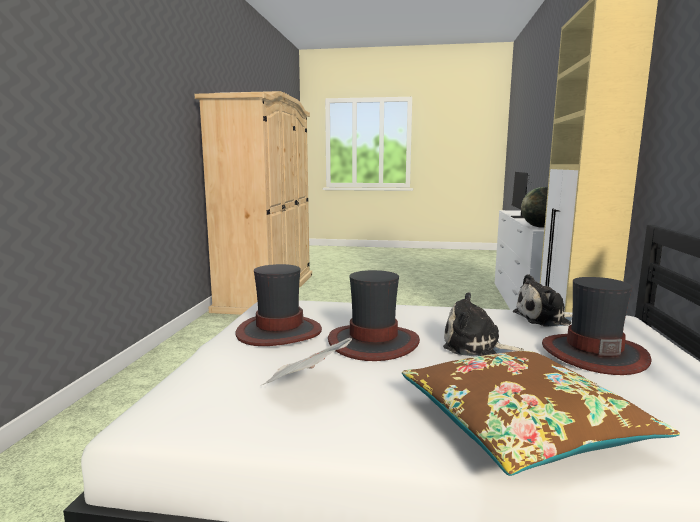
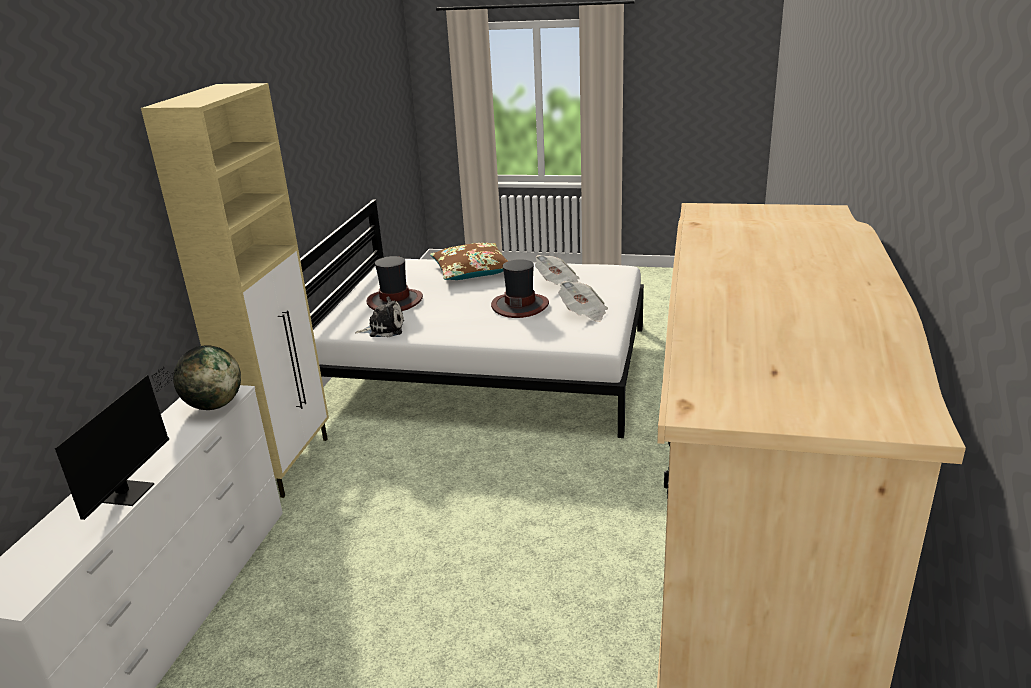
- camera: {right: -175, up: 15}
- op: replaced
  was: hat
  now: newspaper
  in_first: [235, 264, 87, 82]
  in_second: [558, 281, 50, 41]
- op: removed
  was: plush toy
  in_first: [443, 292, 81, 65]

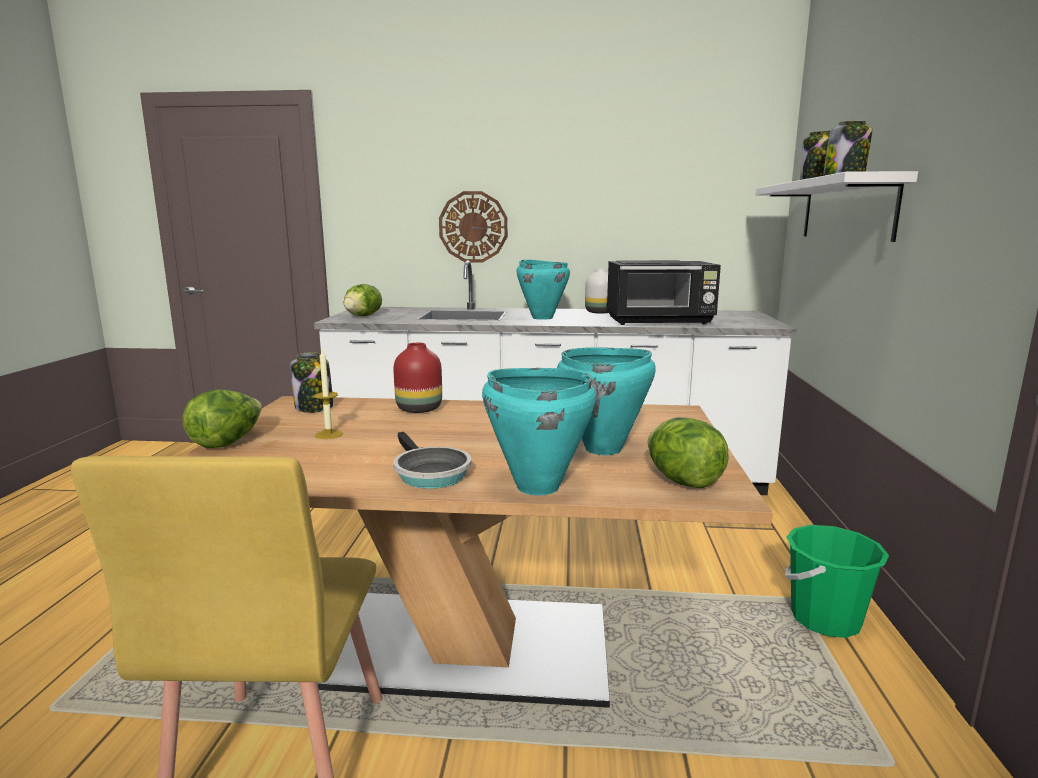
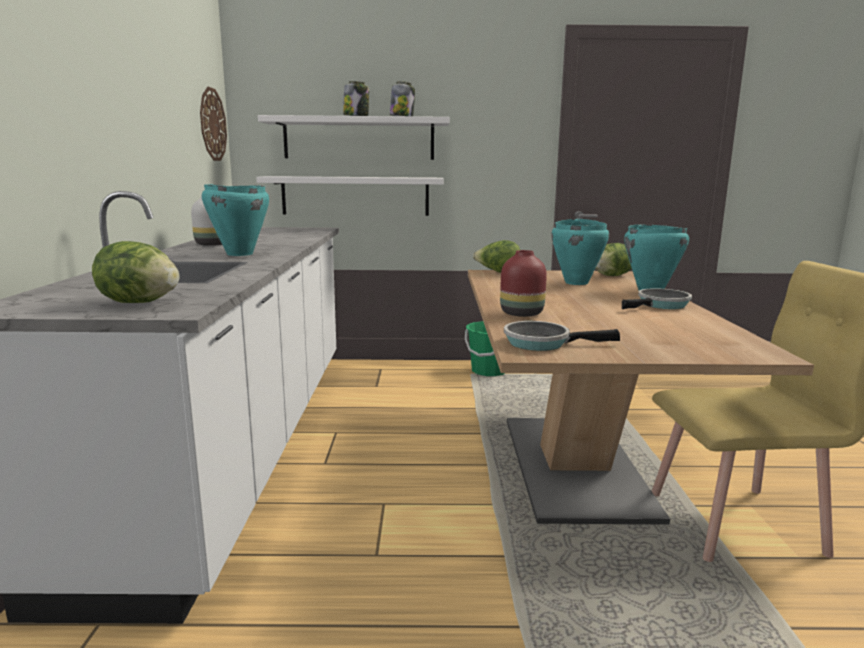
- camera: {right: -95, up: 0}
- op: moved
  was: wall clock
  in_first: [439, 191, 69, 72]
  in_second: [200, 87, 27, 74]
- op: added
  now: white shelf
  in_second: [256, 176, 188, 40]
- op: moved
  was: lettuce
  in_first: [182, 390, 80, 58]
  in_second: [473, 240, 47, 33]
- op: replaced
  was: jar
  now: frying pan
  in_first: [290, 352, 43, 61]
  in_second: [504, 321, 116, 30]
- op: removed
  was: candle
  in_first: [314, 350, 29, 89]
- op: removed
  was: black microwave
  in_first: [607, 260, 114, 65]

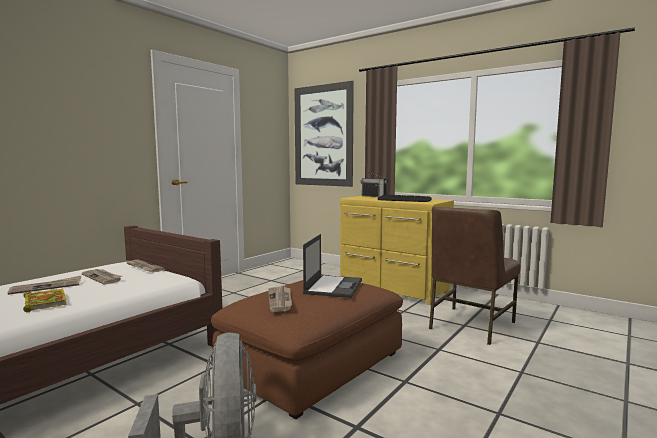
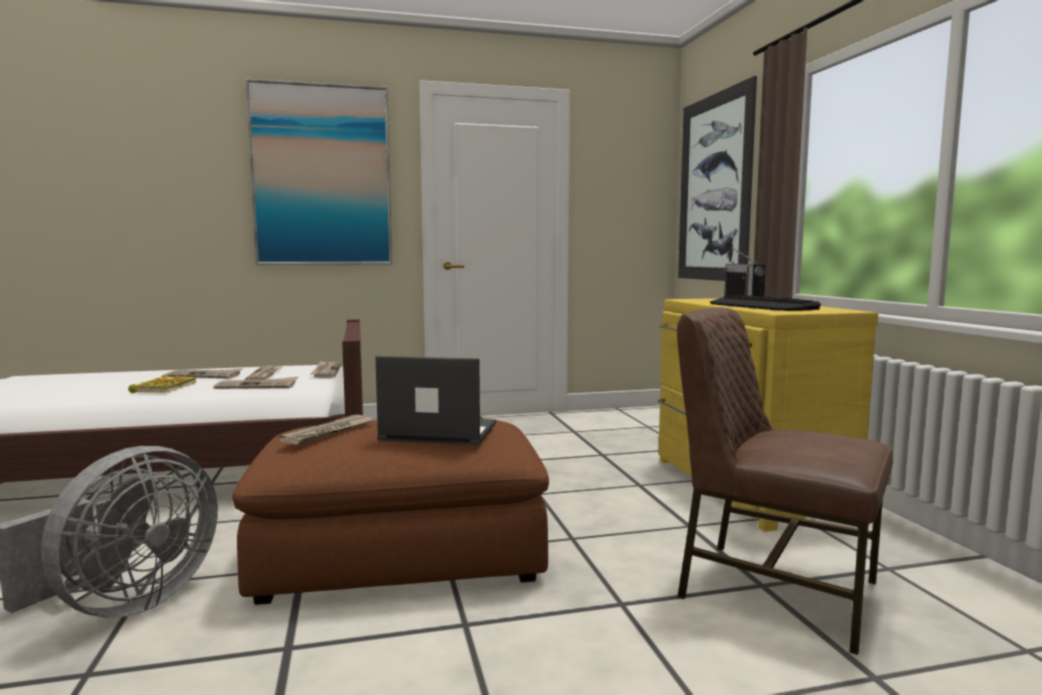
- camera: {right: 40, up: 0}
- op: added
  now: newspaper
  in_second: [213, 377, 85, 12]
- op: added
  now: picture
  in_second: [245, 79, 147, 186]
- op: turned
  was: laptop
  in_first: [303, 234, 59, 64]
  in_second: [375, 356, 121, 89]
  clockwise: -135
- op: turned
  was: brown chair
  in_first: [429, 206, 92, 139]
  in_second: [677, 307, 216, 348]
  clockwise: 45

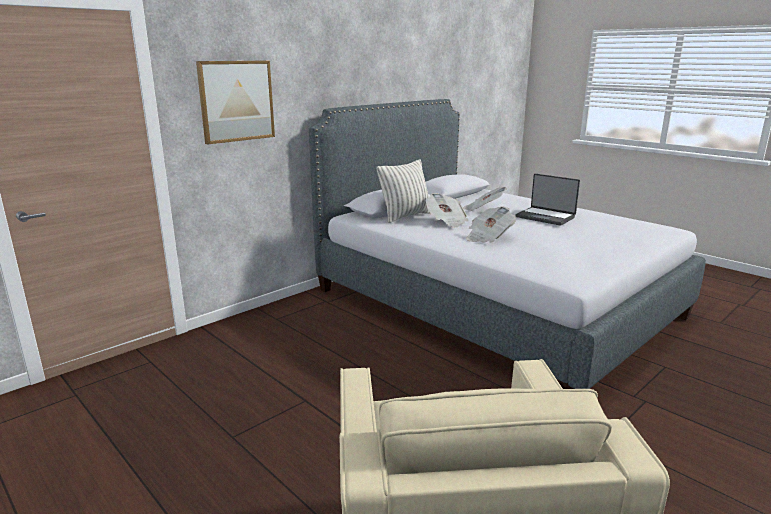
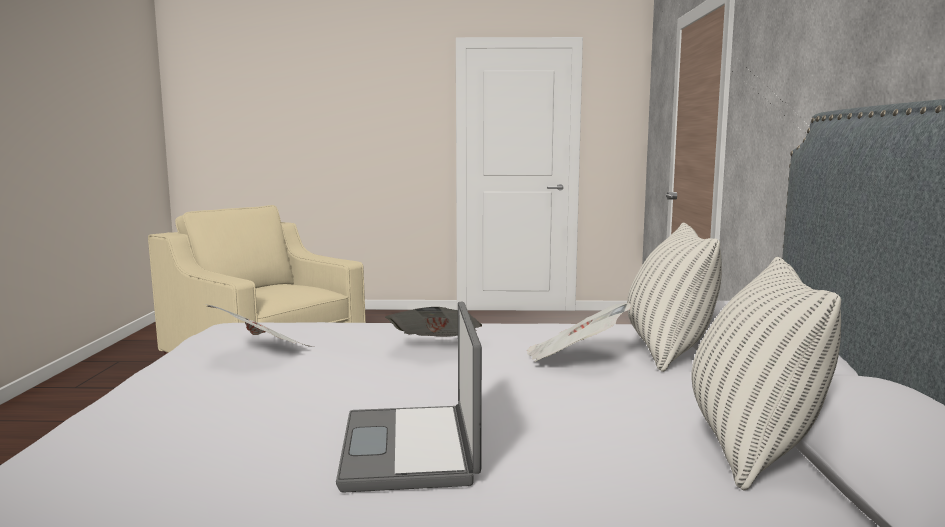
- camera: {right: 135, up: -10}
- op: moved
  was: newspaper
  in_first: [463, 187, 44, 24]
  in_second: [204, 304, 110, 43]
- op: turned
  was: laptop
  in_first: [516, 174, 64, 52]
  in_second: [336, 302, 146, 190]
  clockwise: -90
- op: added
  now: pillow
  in_second: [692, 257, 149, 234]
- op: removed
  was: picture
  in_first: [196, 61, 79, 83]

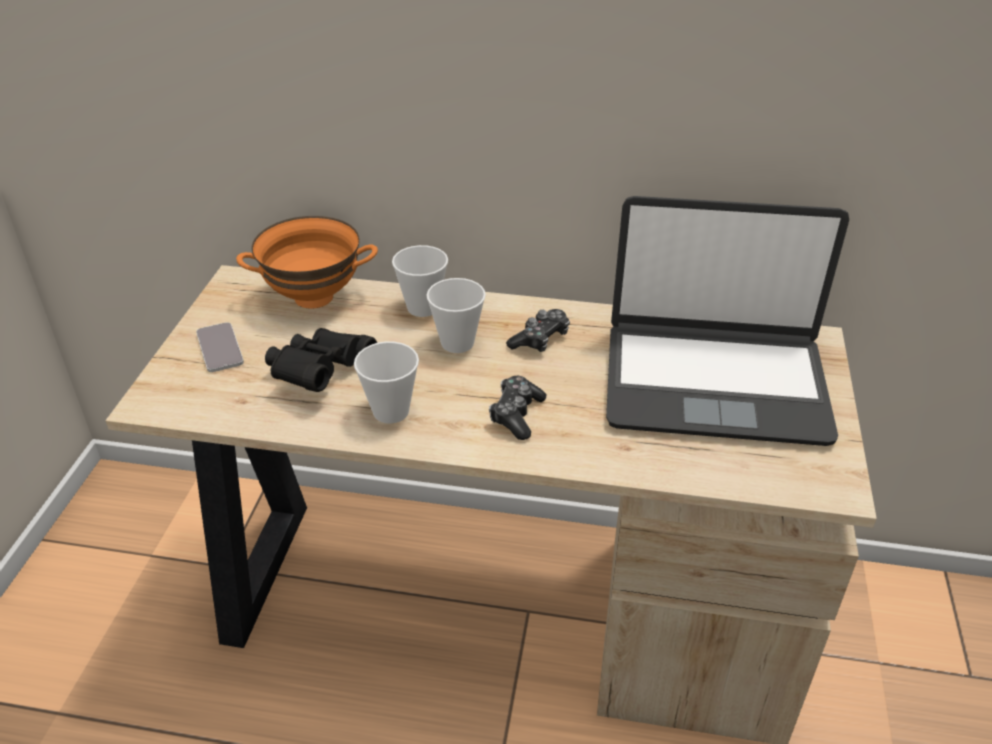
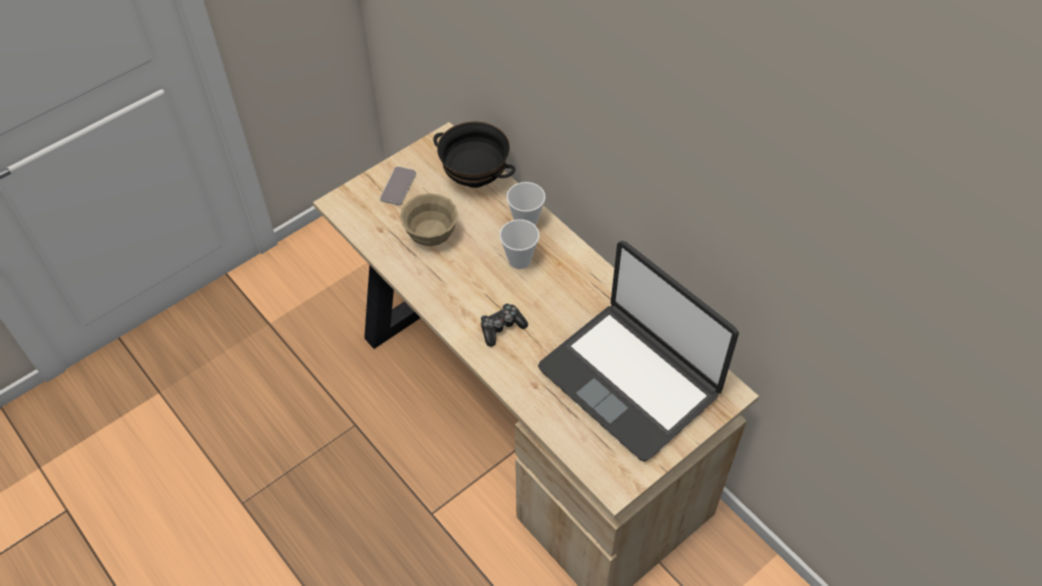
- camera: {right: 40, up: 15}
- op: replaced
  was: black binoculars
  now: beige bowl
  in_first: [265, 328, 112, 64]
  in_second: [400, 193, 58, 53]
- op: recoloured
  was: orange bowl
  now: black bowl
  in_first: [236, 216, 142, 93]
  in_second: [433, 121, 82, 67]
- op: removed
  was: cup
  in_first: [354, 341, 65, 83]
- op: removed
  was: game controller
  in_first: [506, 309, 64, 43]

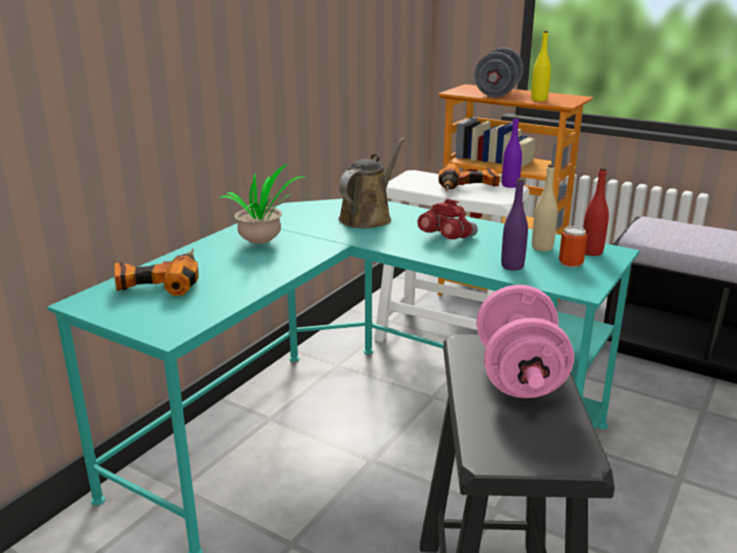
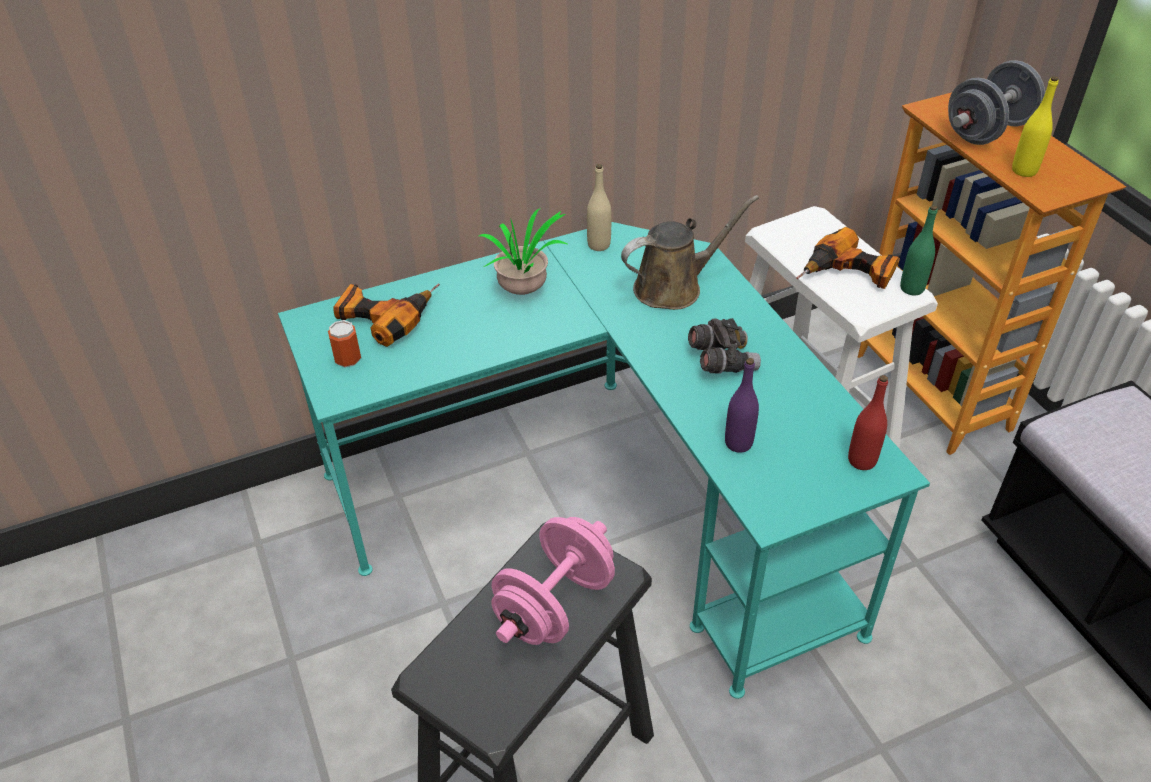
- camera: {right: 35, up: 20}
- op: moved
  was: can
  in_first: [559, 226, 28, 42]
  in_second: [328, 320, 33, 47]
- op: moved
  was: beige bottle
  in_first: [532, 164, 26, 88]
  in_second: [587, 164, 25, 87]
- op: recoloured
  was: red binoculars
  now: grey binoculars
  in_first: [418, 199, 60, 40]
  in_second: [688, 318, 73, 56]
- op: recoloured
  was: purple bottle
  now: green bottle
  in_first: [502, 117, 20, 71]
  in_second: [900, 205, 37, 90]

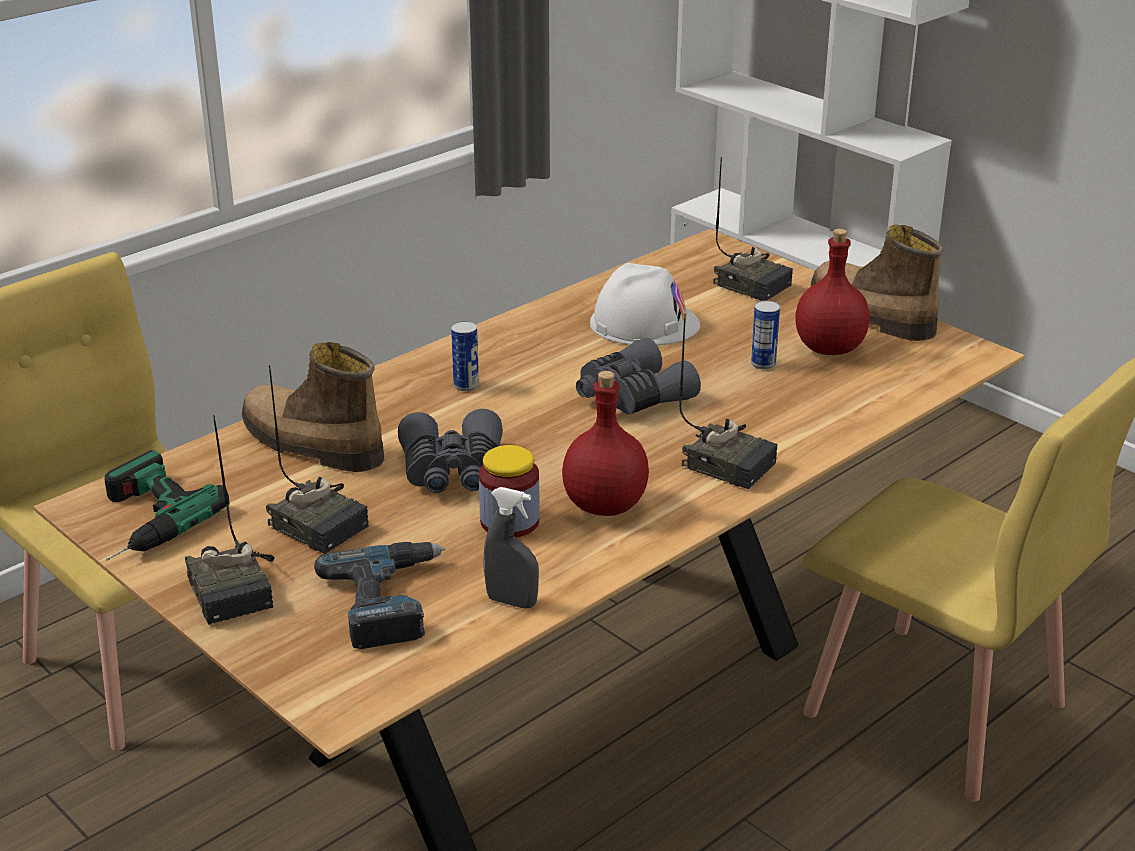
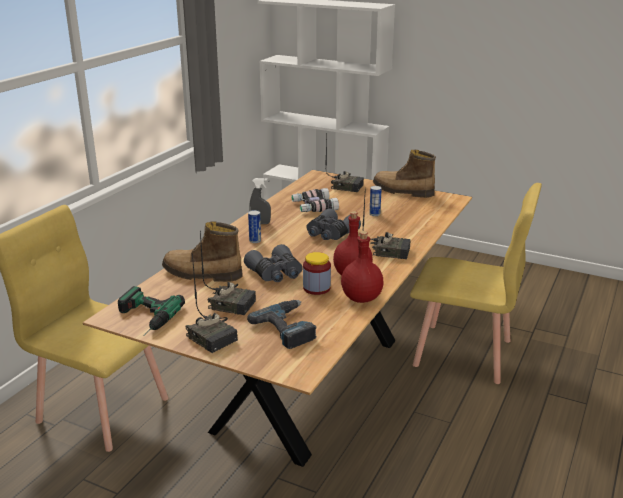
- camera: {right: -20, up: -5}
- op: moved
  was: grey spray bottle
  in_first: [483, 487, 56, 121]
  in_second: [249, 178, 22, 46]
- op: replaced
  was: white hard hat
  now: binoculars
  in_first: [590, 263, 110, 83]
  in_second: [291, 188, 48, 24]
- op: moved
  was: red bottle
  in_first: [795, 229, 75, 126]
  in_second: [341, 231, 43, 72]

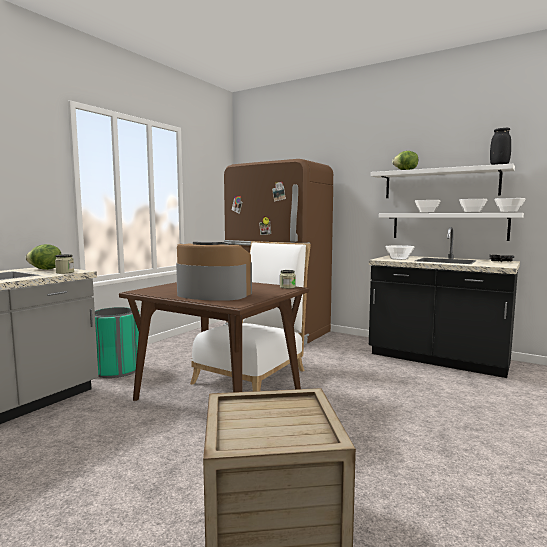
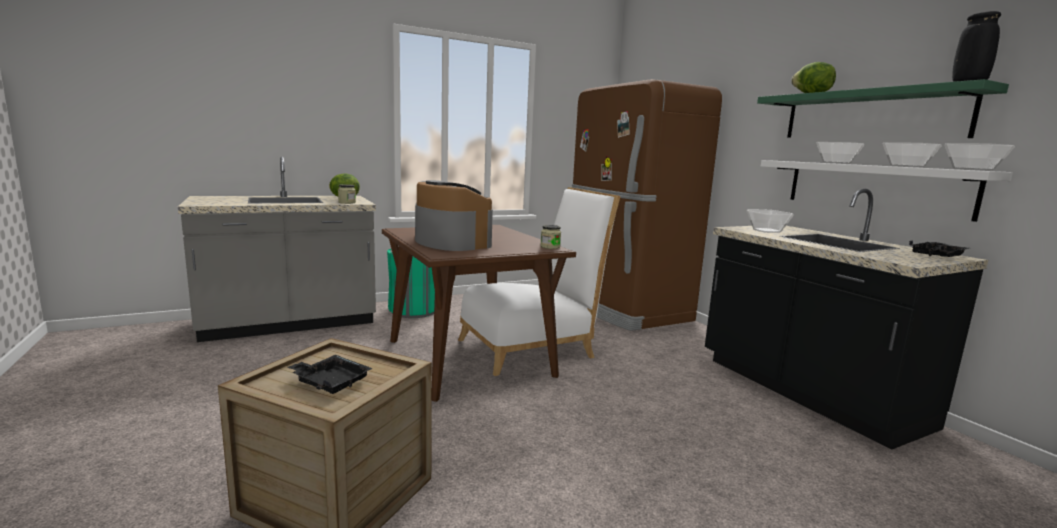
- camera: {right: 30, up: 5}
- op: added
  now: black tray
  in_second: [287, 355, 86, 39]
- op: recoloured
  was: white shelf
  now: green shelf
  in_first: [371, 164, 144, 34]
  in_second: [757, 79, 252, 59]

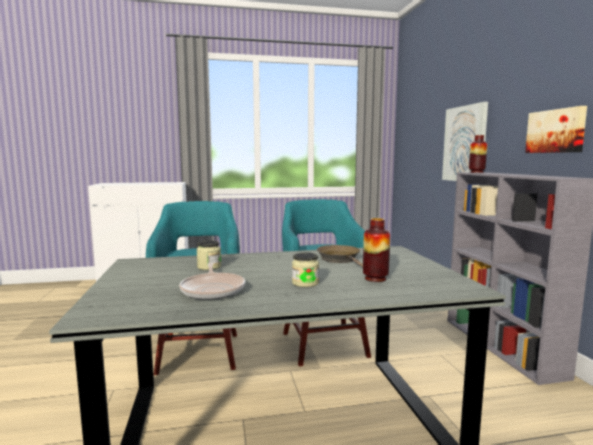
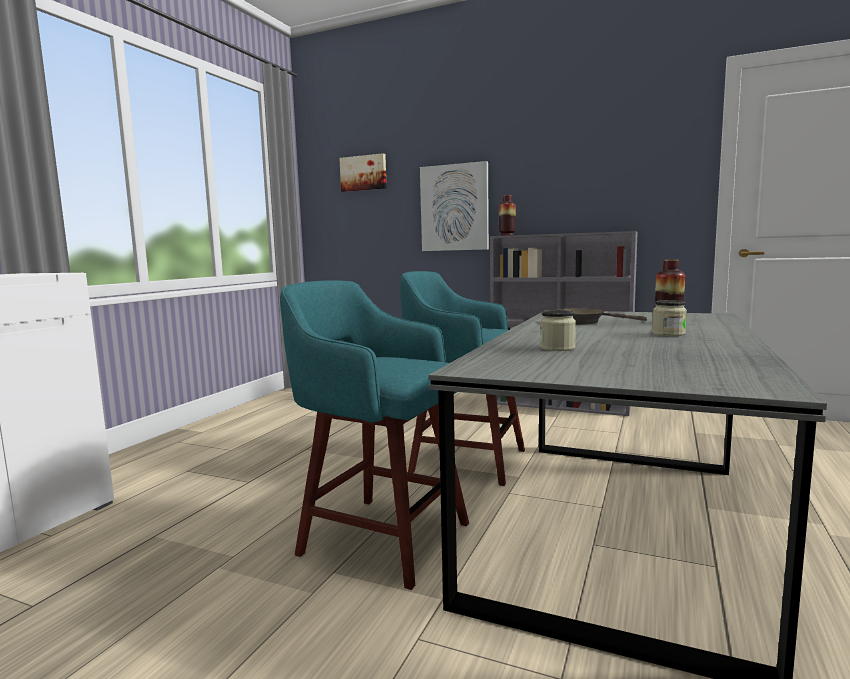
- camera: {right: -55, up: 0}
- op: moved
  was: picture
  in_first: [525, 106, 62, 47]
  in_second: [339, 153, 48, 39]
- op: removed
  was: frying pan
  in_first: [179, 263, 66, 37]

